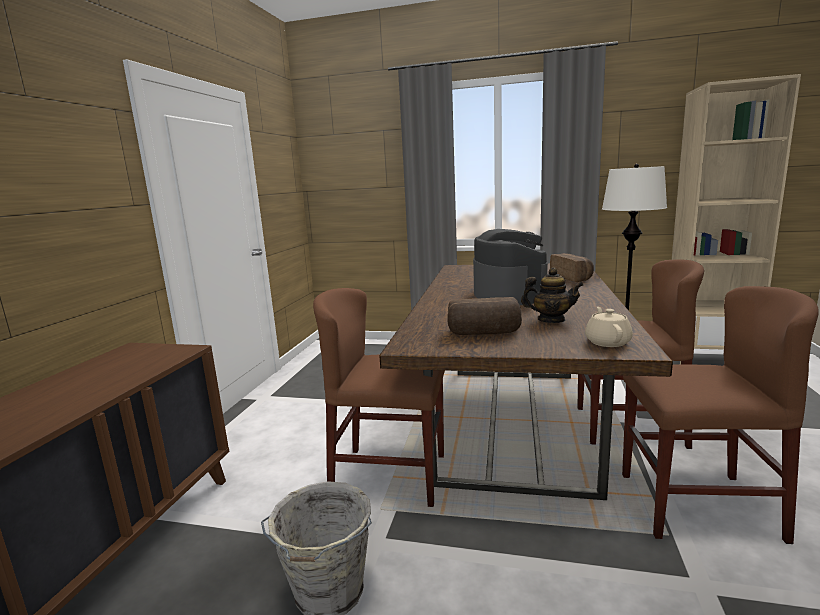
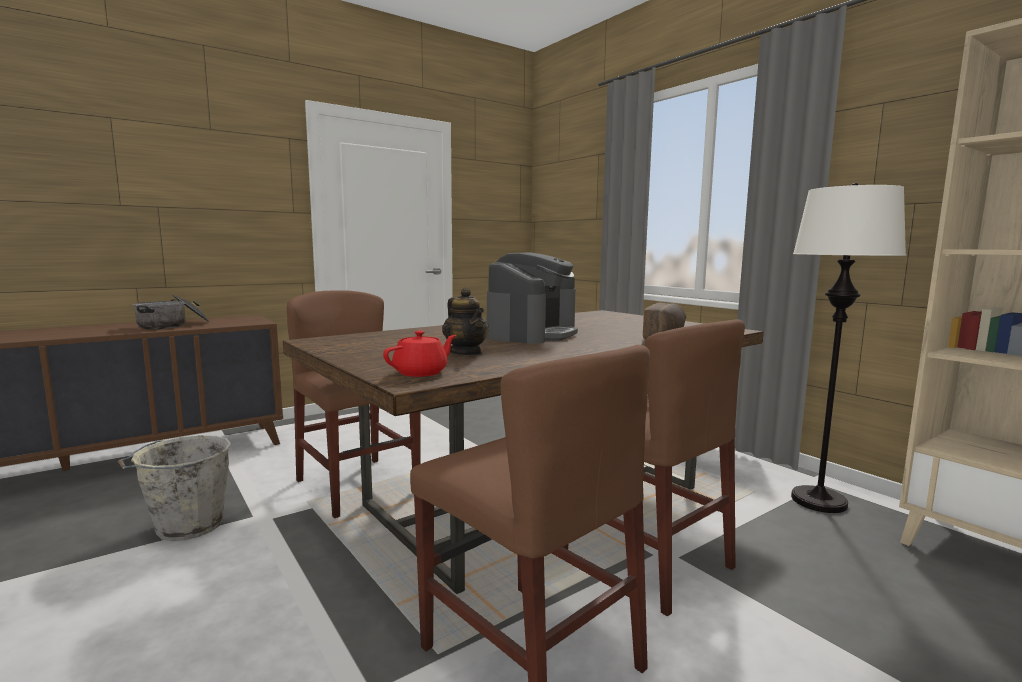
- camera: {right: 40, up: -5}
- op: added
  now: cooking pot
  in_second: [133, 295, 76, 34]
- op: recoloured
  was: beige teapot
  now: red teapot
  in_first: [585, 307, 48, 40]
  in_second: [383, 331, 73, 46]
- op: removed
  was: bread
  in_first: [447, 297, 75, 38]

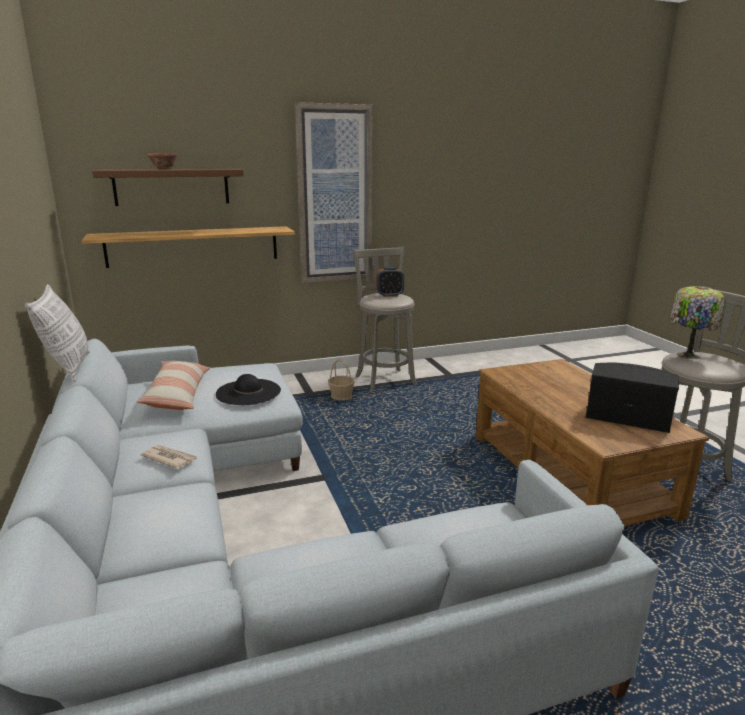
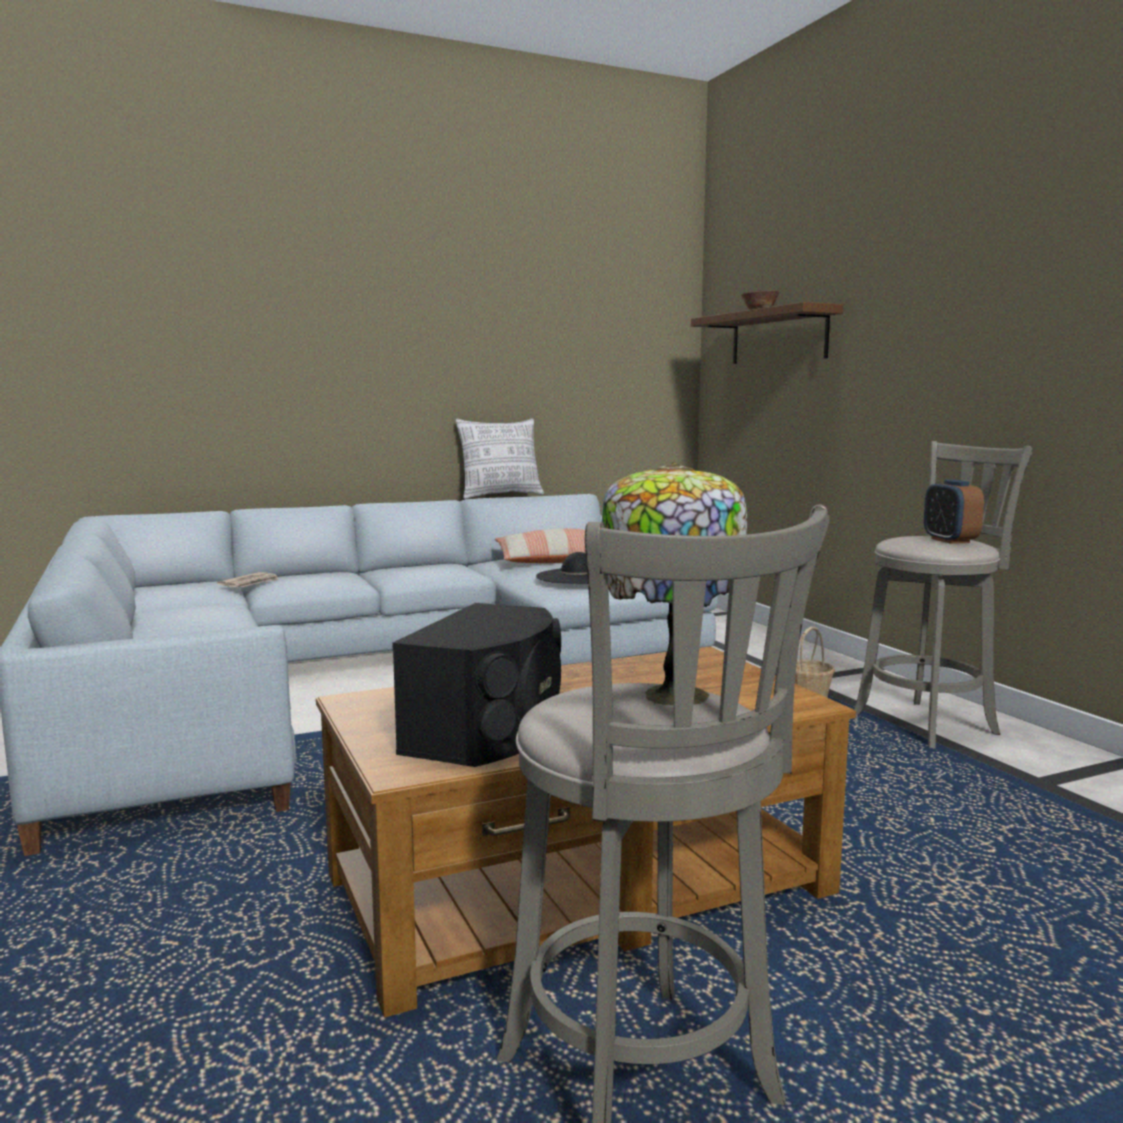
- camera: {right: 85, up: -10}
- op: moved
  was: newspaper
  in_first: [140, 445, 58, 24]
  in_second: [217, 572, 63, 15]
- op: removed
  was: shelf
  in_first: [82, 226, 213, 42]
- op: removed
  was: picture
  in_first: [294, 102, 79, 181]

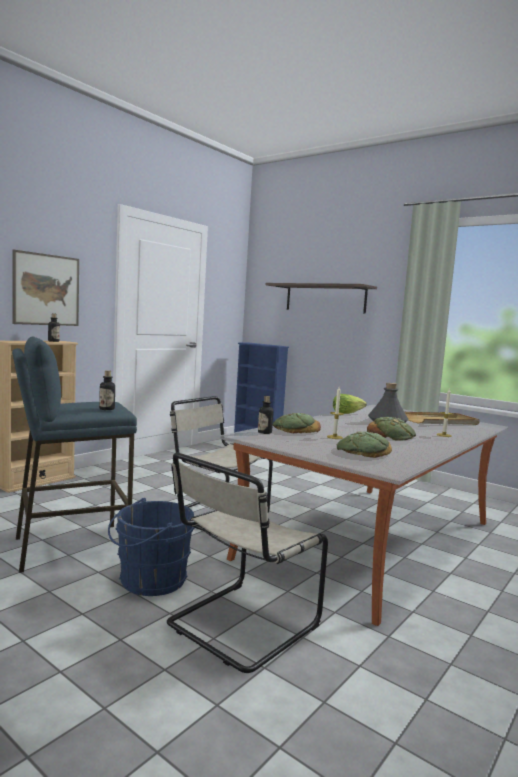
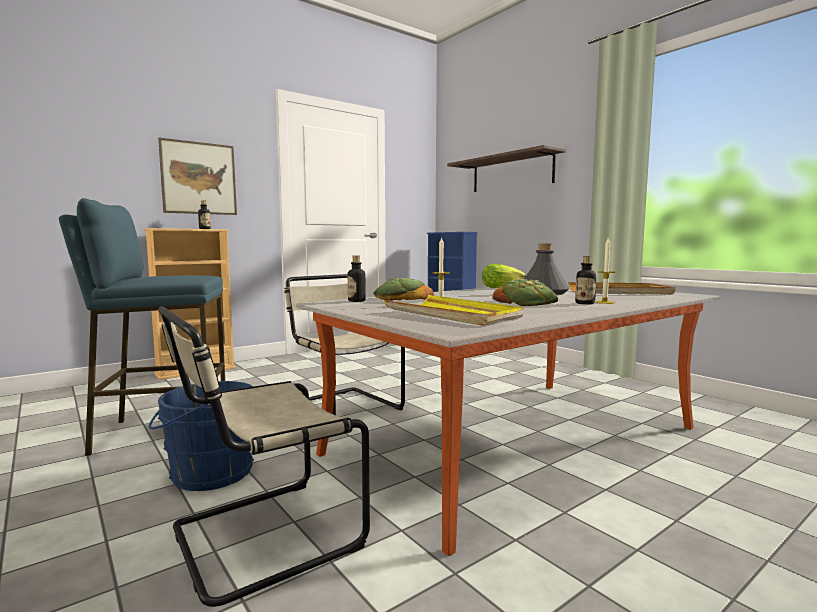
- camera: {right: 15, up: 0}
- op: replaced
  was: bread
  now: yellow tray
  in_first: [336, 431, 56, 27]
  in_second: [383, 295, 141, 31]
- op: moved
  was: bottle
  in_first: [99, 370, 16, 40]
  in_second: [575, 256, 21, 48]

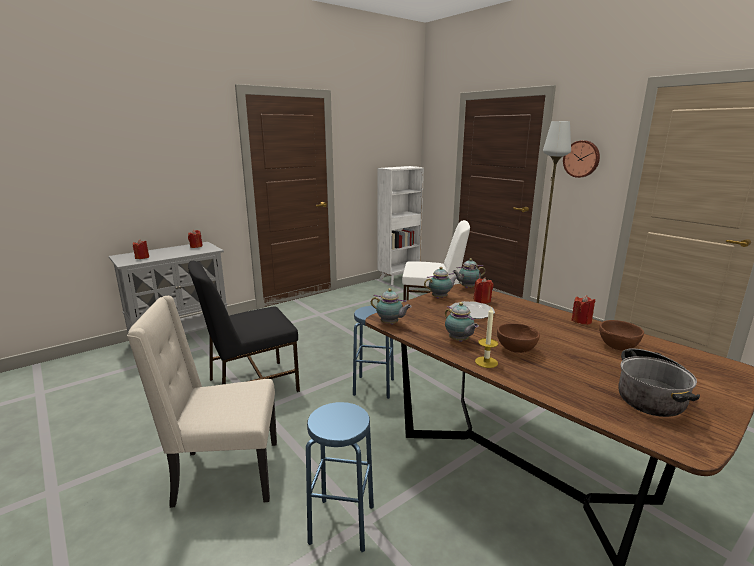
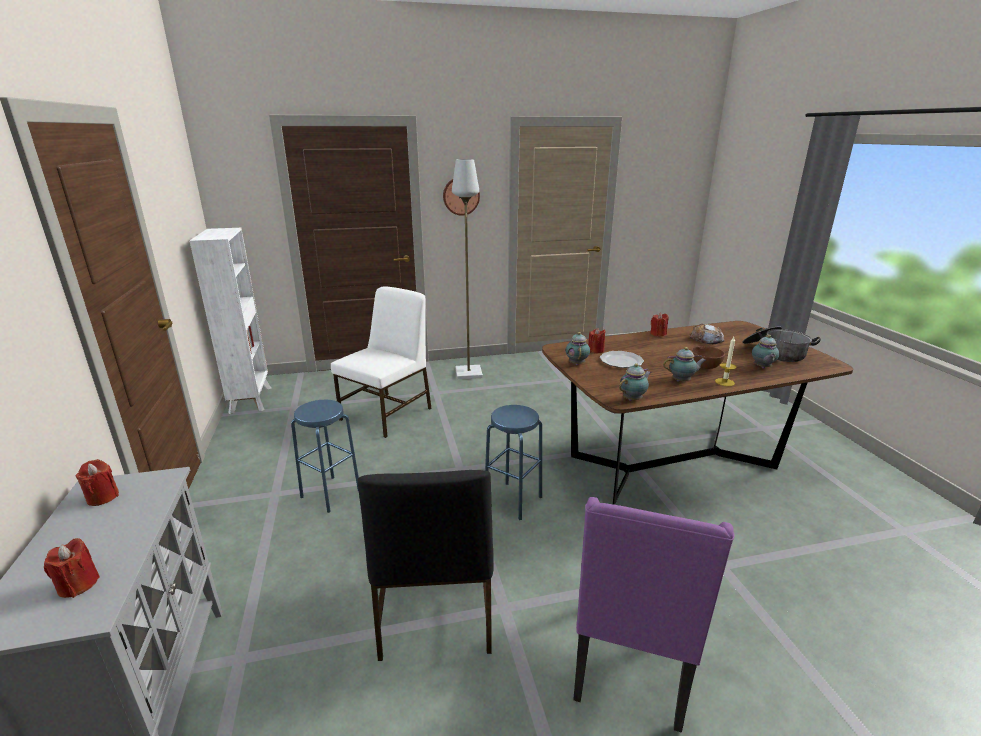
- camera: {right: -65, up: 5}
- op: moved
  was: blue stool
  in_first: [306, 402, 68, 150]
  in_second: [291, 400, 68, 113]
- op: recoloured
  was: beige chair
  now: purple chair
  in_first: [127, 296, 150, 212]
  in_second: [573, 497, 161, 236]
- op: replaced
  was: brown bowl
  now: bread
  in_first: [599, 320, 45, 30]
  in_second: [690, 324, 35, 20]
- op: moved
  was: teapot
  in_first: [452, 258, 34, 30]
  in_second: [752, 335, 27, 34]

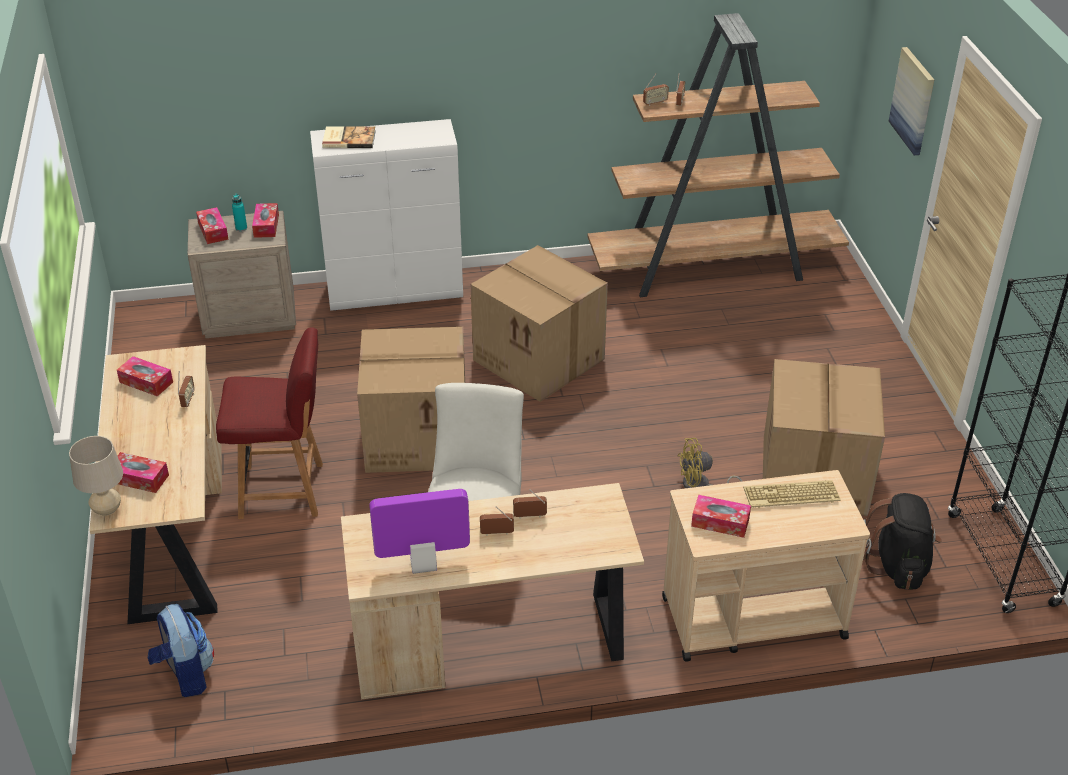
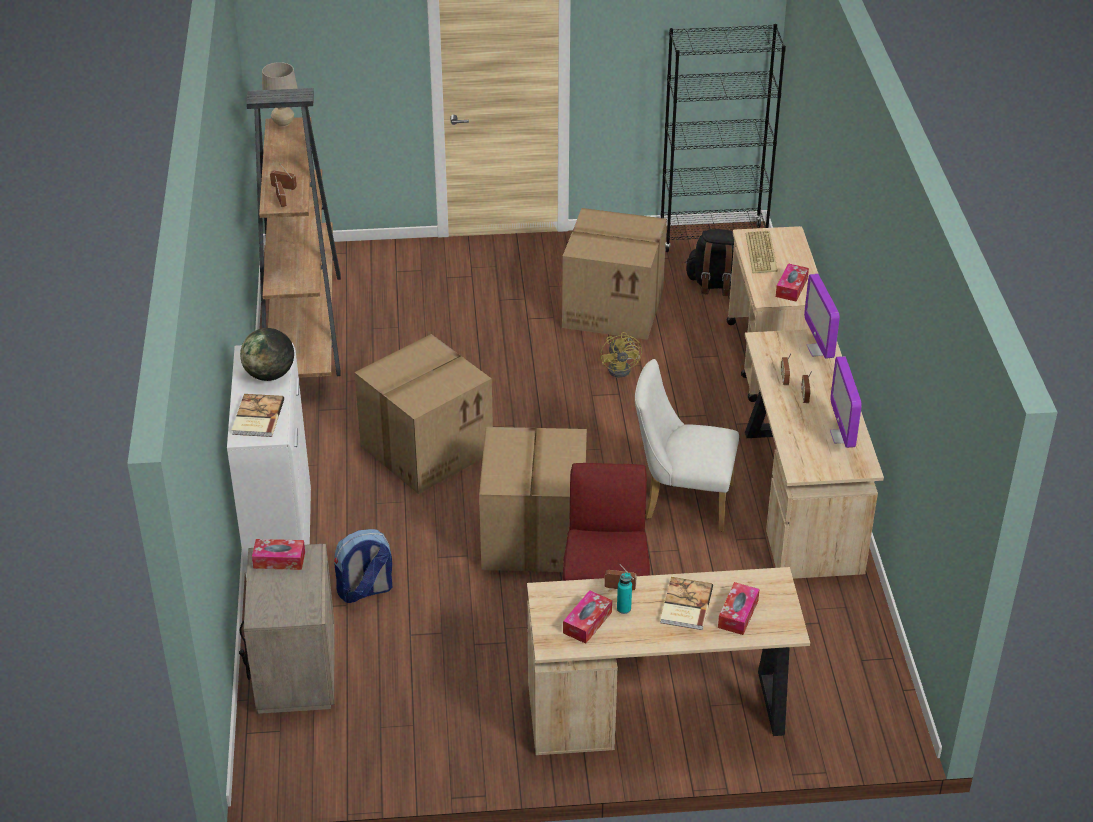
- camera: {right: -85, up: 0}
- op: added
  now: globe
  in_second: [240, 328, 54, 53]
- op: moved
  was: beige table lamp
  in_first: [69, 436, 54, 80]
  in_second: [262, 62, 36, 65]
- op: moved
  was: backpack
  in_first: [148, 604, 66, 93]
  in_second: [334, 529, 58, 74]
- op: moved
  was: turquoise bottle
  in_first: [232, 194, 15, 37]
  in_second: [617, 573, 15, 41]
- op: added
  now: book
  in_second: [660, 577, 53, 53]
- op: added
  now: monitor
  in_second: [804, 274, 36, 85]
- op: removed
  was: tissue box
  in_first: [196, 207, 33, 37]
- op: removed
  was: picture
  in_first: [889, 47, 45, 108]

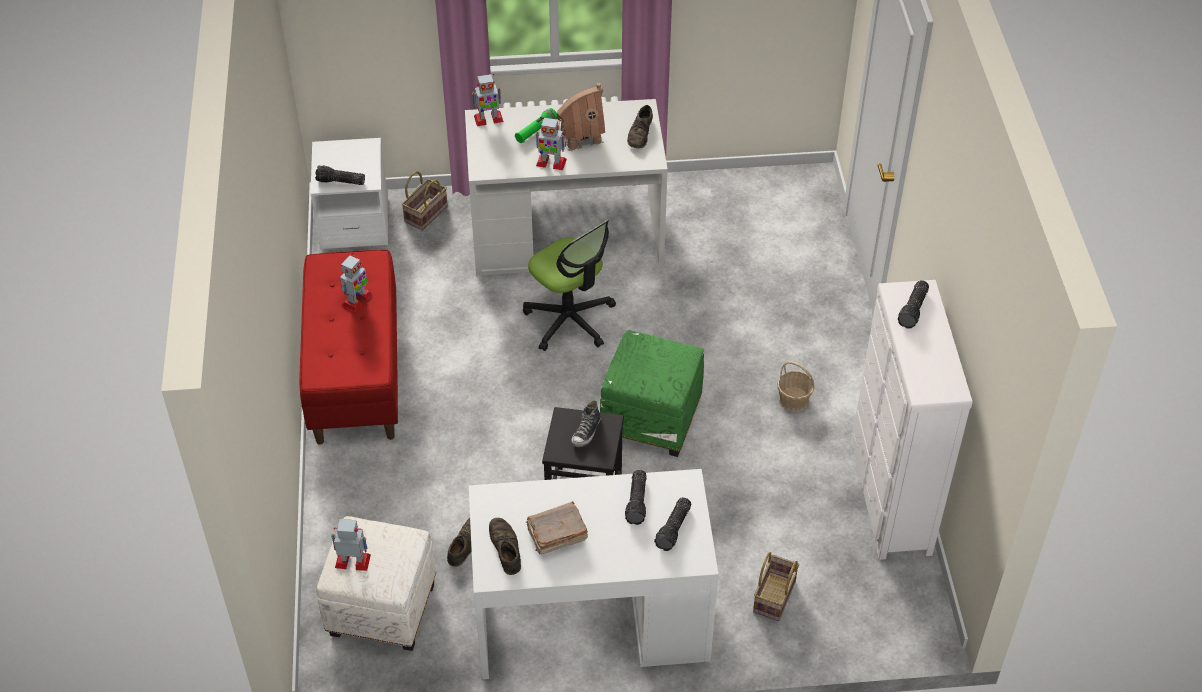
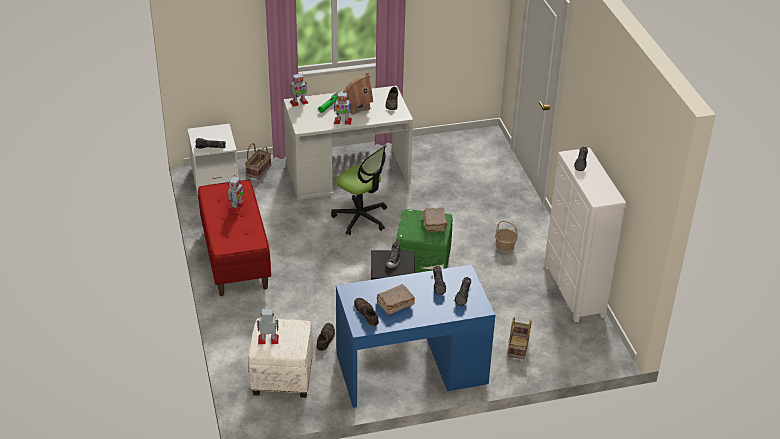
- camera: {right: -10, up: -10}
- op: recoloured
  was: white desk
  now: blue desk
  in_first: [469, 469, 250, 210]
  in_second: [336, 264, 159, 144]
- op: added
  now: brown book
  in_second: [422, 208, 26, 24]

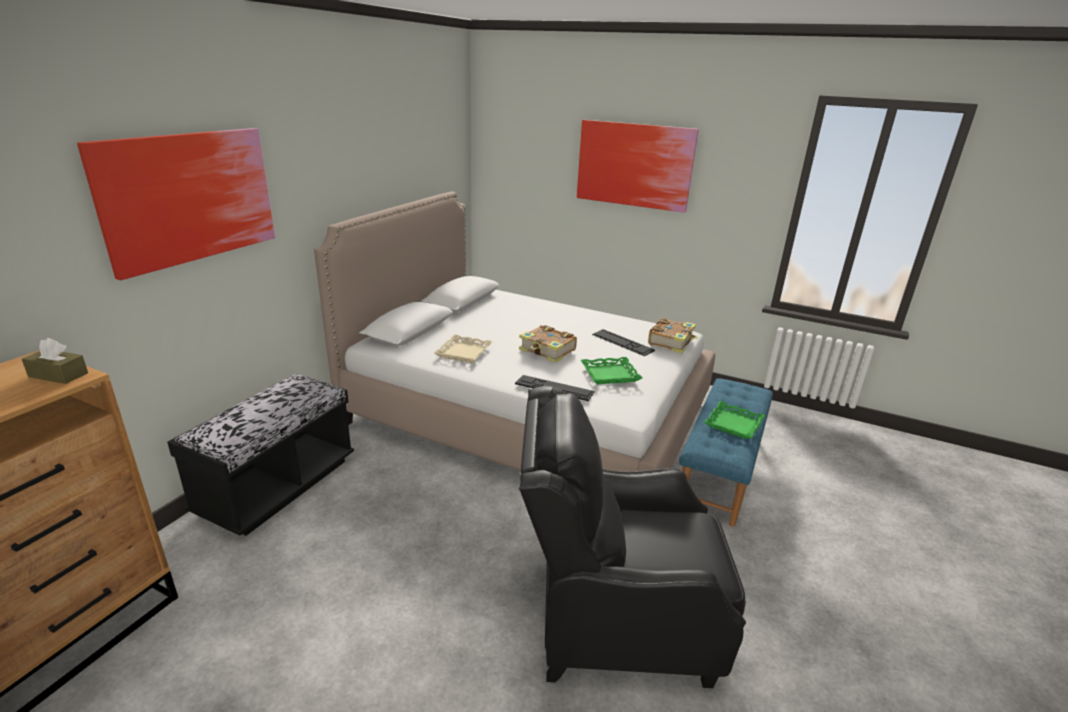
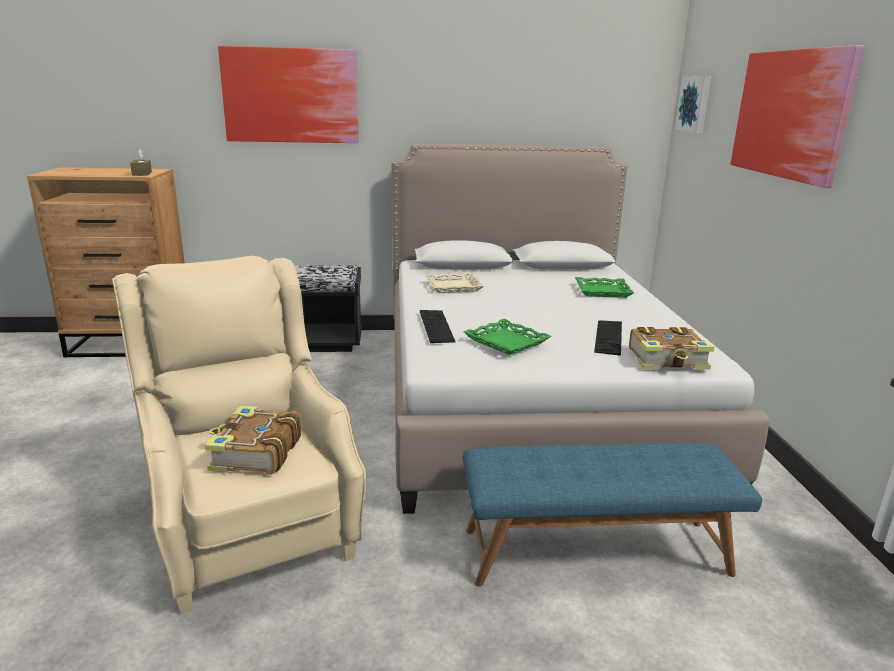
- camera: {right: 60, up: -5}
- op: recoloured
  was: black armchair
  now: beige armchair
  in_first: [519, 386, 227, 302]
  in_second: [112, 256, 254, 358]
- op: moved
  was: book
  in_first: [519, 325, 58, 38]
  in_second: [205, 406, 96, 69]
- op: moved
  was: green tray
  in_first: [704, 401, 61, 38]
  in_second: [575, 277, 59, 21]
- op: added
  now: picture
  in_second: [675, 76, 36, 58]

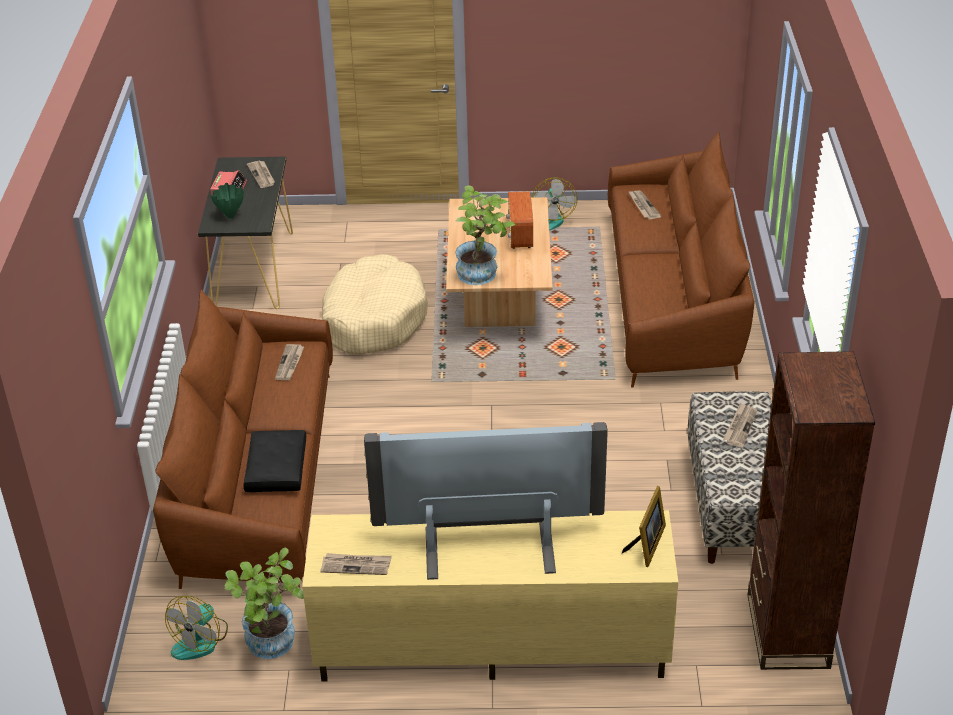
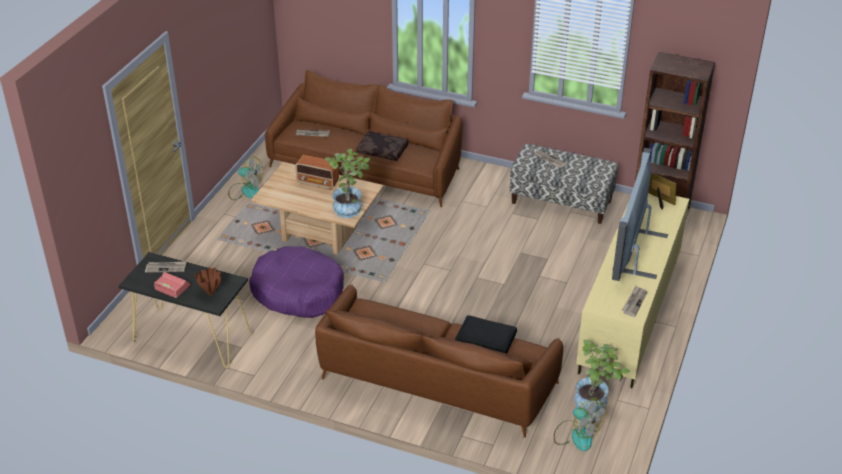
- camera: {right: -70, up: 0}
- op: recoloured
  was: green vase
  now: brown vase
  in_first: [211, 183, 33, 36]
  in_second: [195, 267, 26, 28]
- op: recoloured
  was: beige dog bed
  now: purple dog bed
  in_first: [322, 254, 106, 100]
  in_second: [249, 246, 95, 72]
- op: added
  now: brown pillow
  in_second: [356, 131, 52, 30]
- op: removed
  was: newspaper
  in_first: [275, 344, 29, 36]

